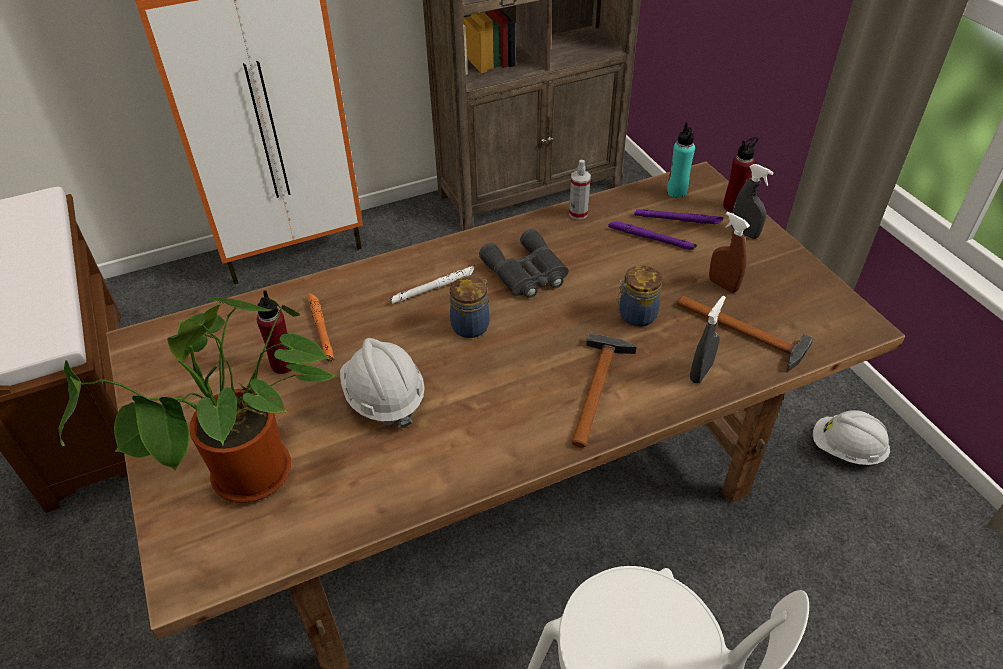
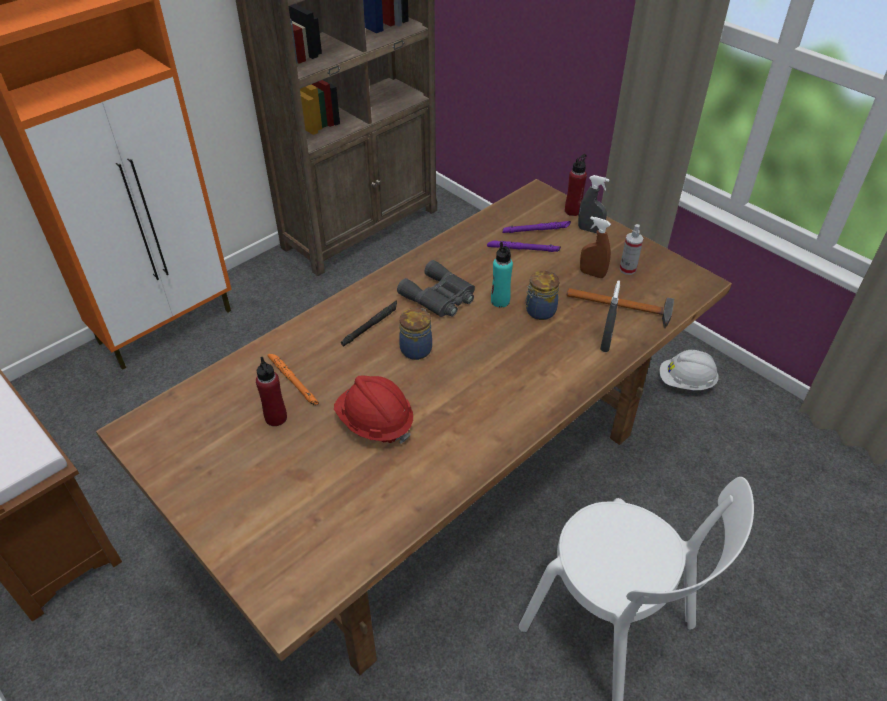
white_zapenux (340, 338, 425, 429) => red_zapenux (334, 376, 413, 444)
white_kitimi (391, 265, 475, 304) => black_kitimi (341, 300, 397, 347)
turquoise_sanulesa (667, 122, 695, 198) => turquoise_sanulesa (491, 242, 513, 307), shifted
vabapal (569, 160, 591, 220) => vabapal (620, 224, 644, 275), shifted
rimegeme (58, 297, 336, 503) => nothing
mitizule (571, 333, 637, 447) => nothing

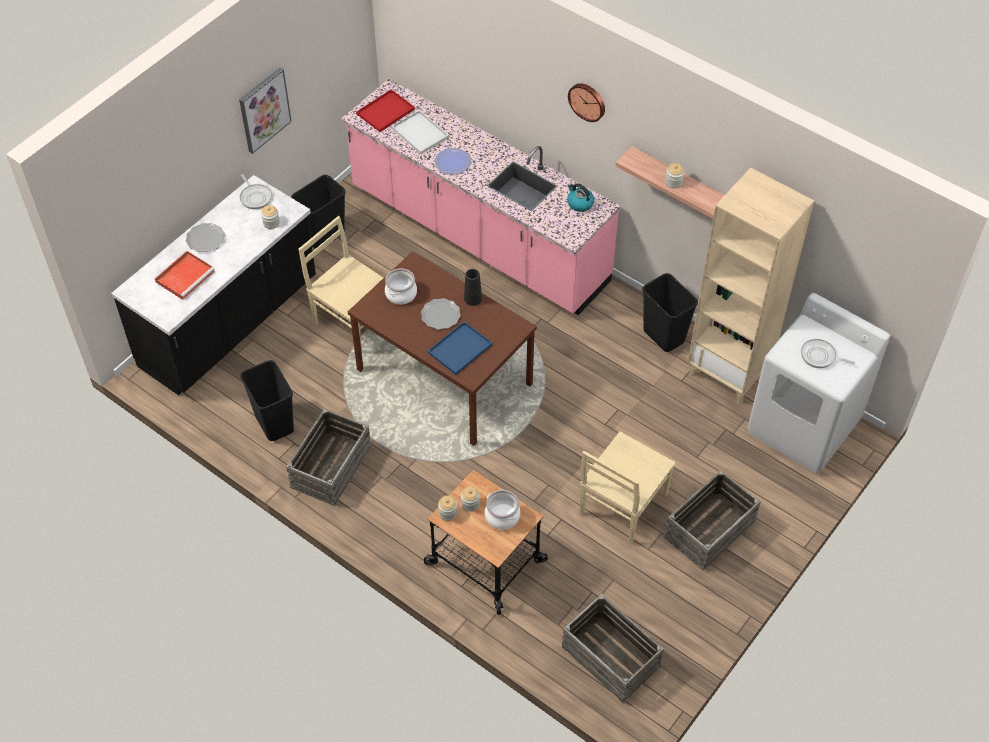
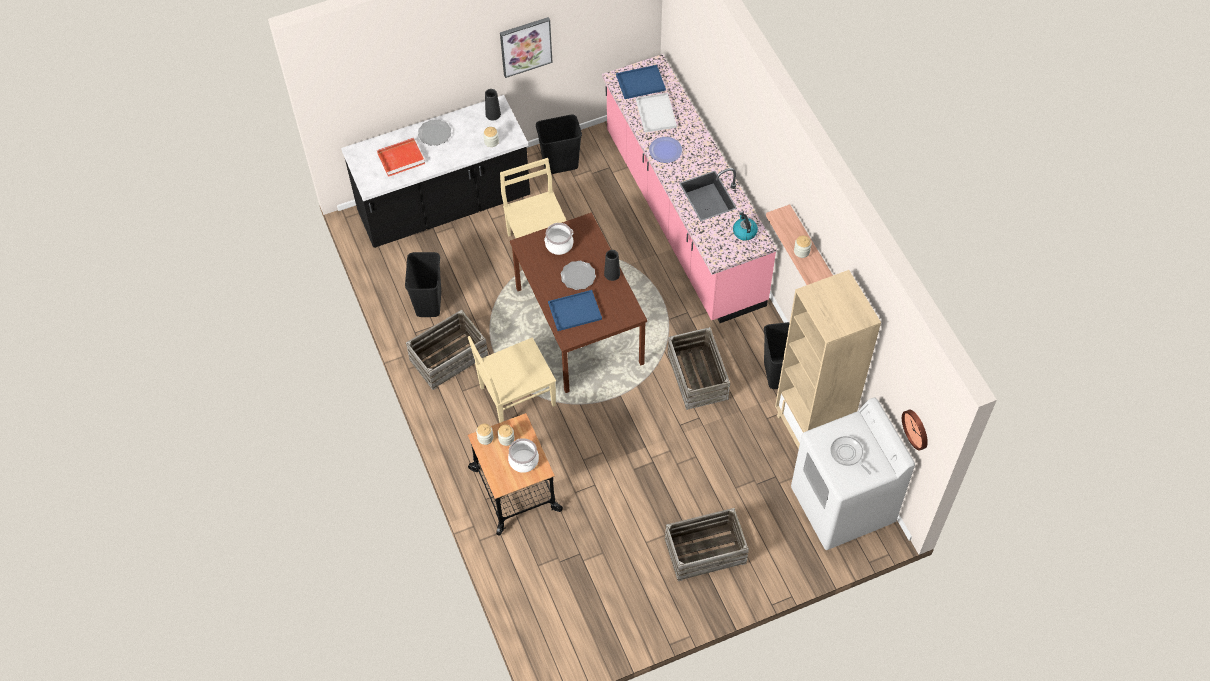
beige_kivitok (579, 431, 676, 544) => beige_kivitok (468, 336, 556, 423), shifted
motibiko (240, 174, 272, 209) => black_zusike (485, 89, 501, 120)
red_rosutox (356, 89, 415, 132) => blue_rosutox (616, 65, 666, 99)
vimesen (562, 594, 664, 703) => vimesen (667, 327, 730, 410), shifted
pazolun (568, 83, 605, 122) => pazolun (902, 410, 928, 451), shifted

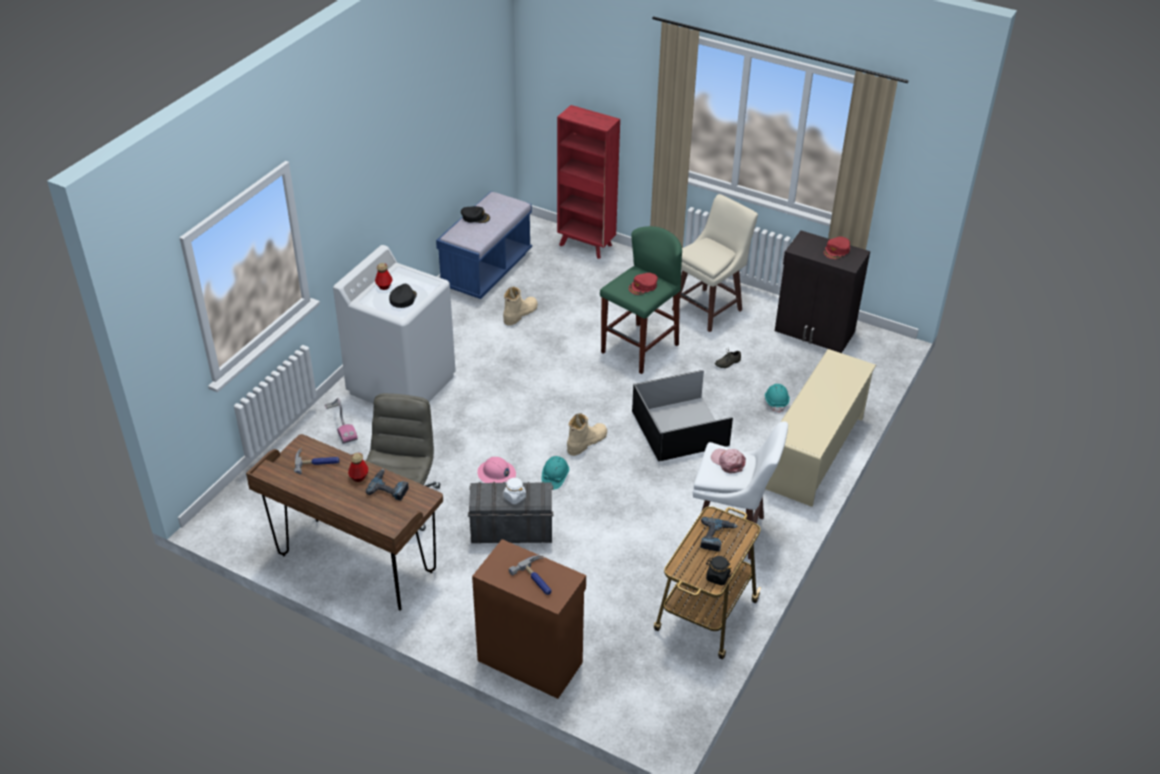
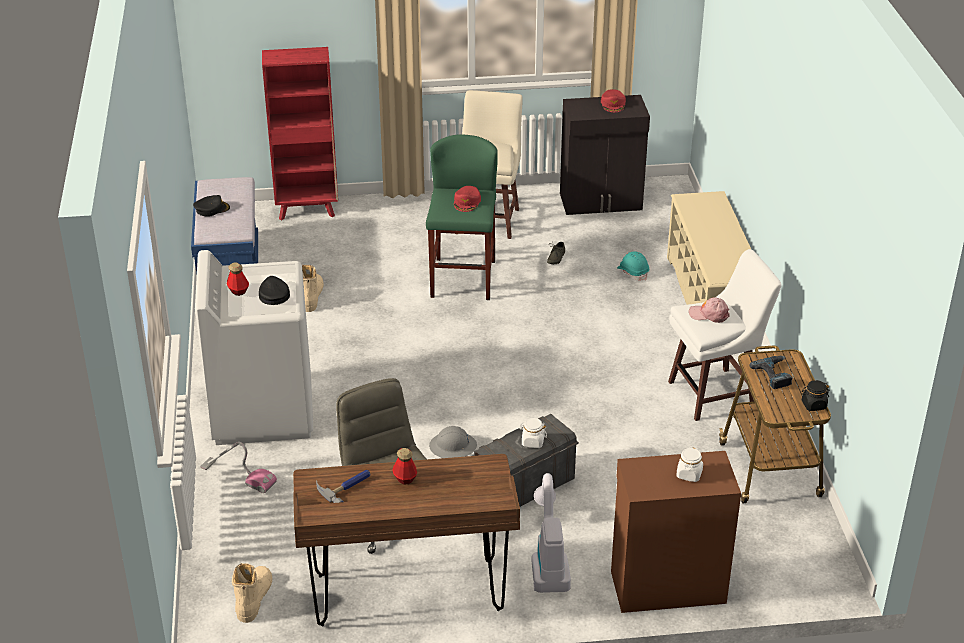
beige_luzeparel (567, 413, 607, 456) => beige_luzeparel (232, 563, 272, 623), shifted
pink_zapenux (477, 457, 516, 483) => grey_zapenux (429, 426, 477, 458)
nothing => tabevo (531, 473, 571, 593)
mitizule (508, 555, 551, 595) => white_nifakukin (676, 447, 703, 482)
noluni (366, 469, 409, 501) => nothing
turquoise_zapenux (542, 456, 569, 489) => nothing
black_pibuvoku (632, 370, 733, 461) => nothing

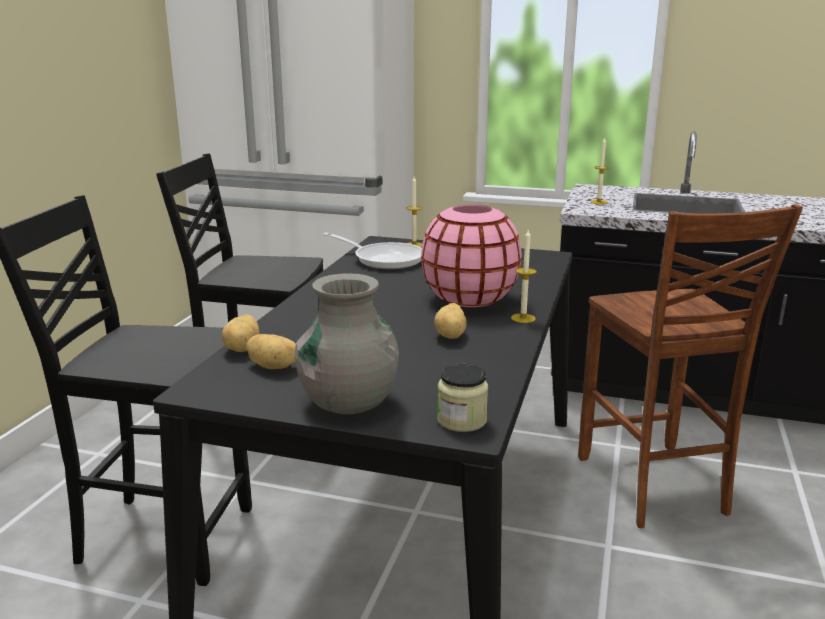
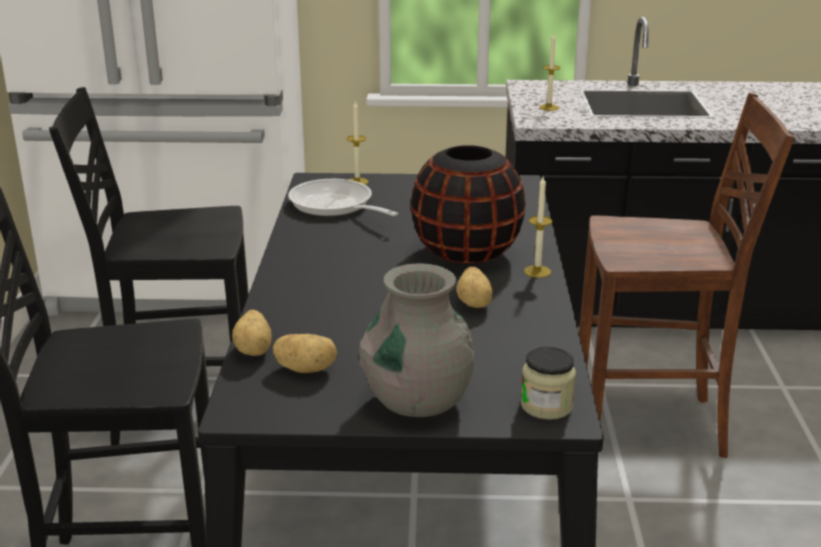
motibiko (323, 233, 422, 269) => motibiko (288, 179, 398, 216), 150 degrees counterclockwise
pink_zusike (421, 204, 522, 307) => black_zusike (411, 145, 526, 264)
brown_kivitok (578, 204, 803, 528) => brown_kivitok (579, 93, 795, 458), 60 degrees counterclockwise

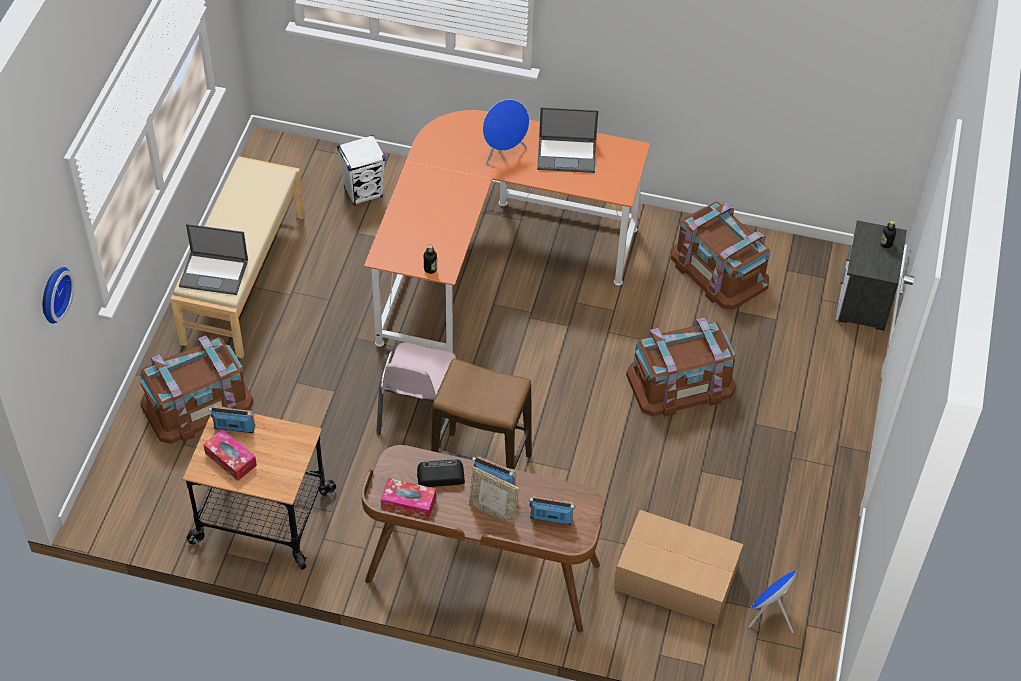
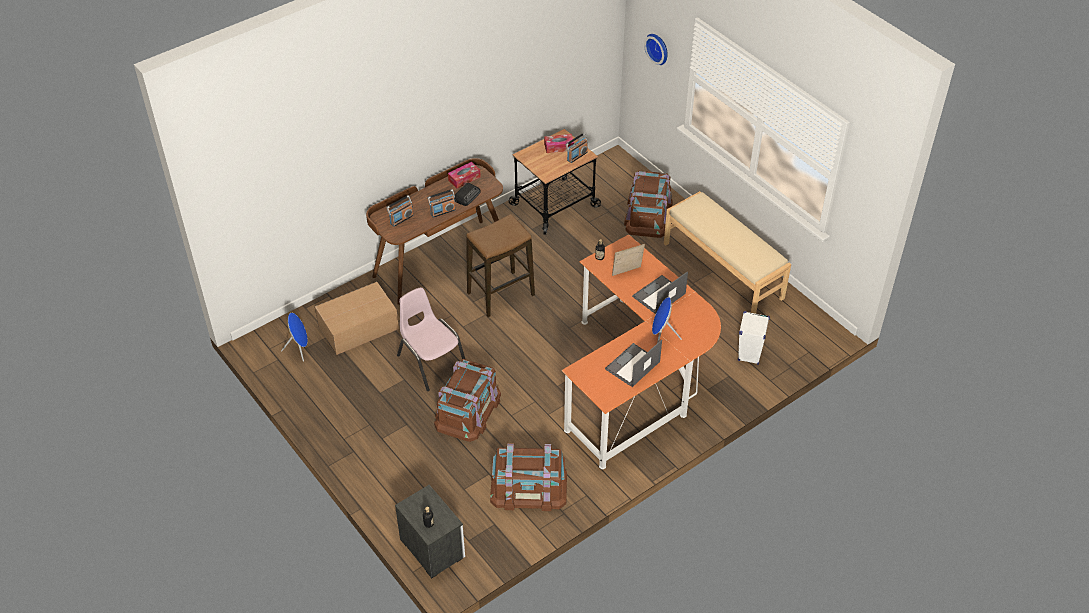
pink_kivitok (376, 342, 456, 448) => pink_kivitok (397, 287, 465, 391), shifted
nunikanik (469, 467, 519, 526) => nunikanik (612, 244, 645, 276), shifted
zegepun (179, 224, 248, 295) => zegepun (632, 271, 688, 314), shifted

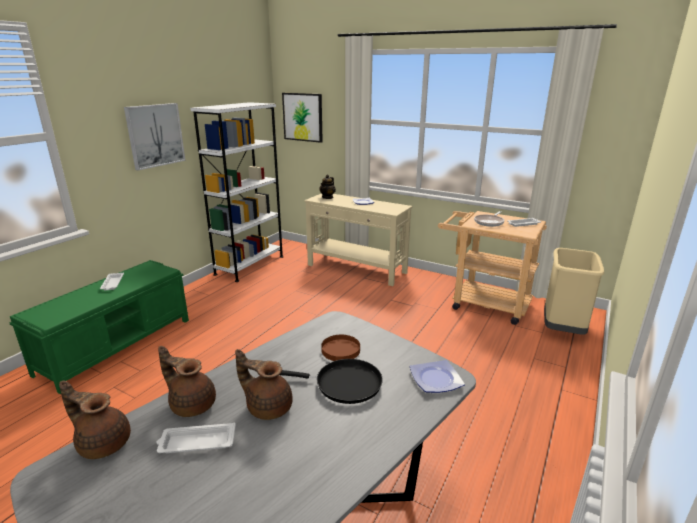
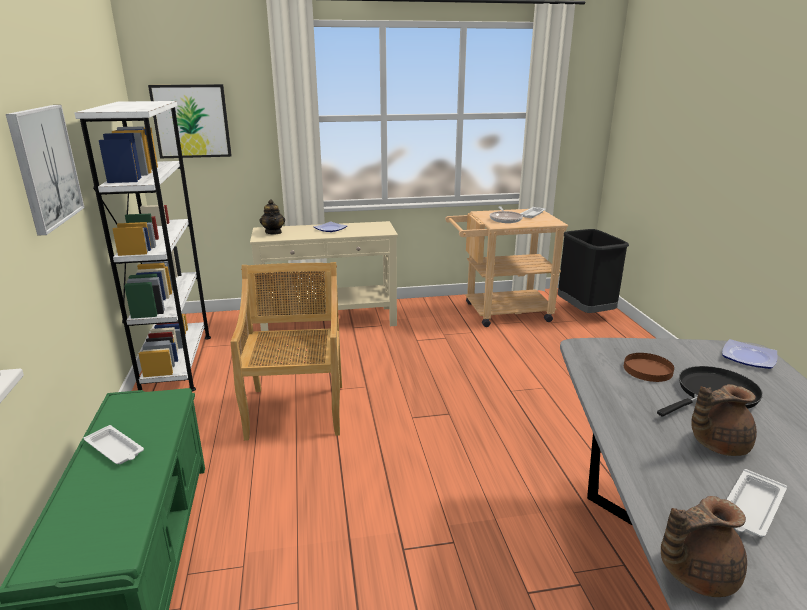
nothing => beige_kivitok (230, 262, 342, 441)
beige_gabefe (544, 248, 604, 334) => black_gabefe (558, 229, 629, 313)
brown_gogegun (158, 346, 216, 417) => nothing

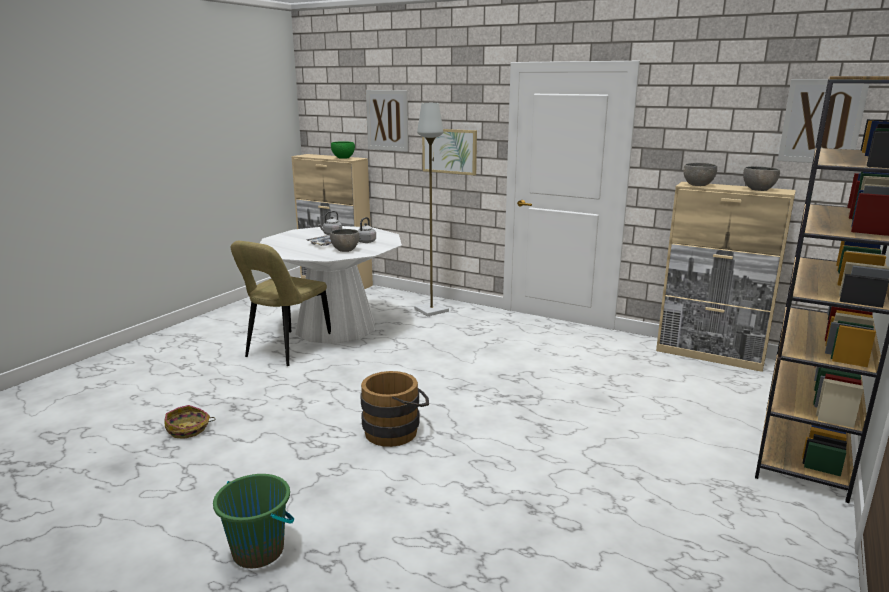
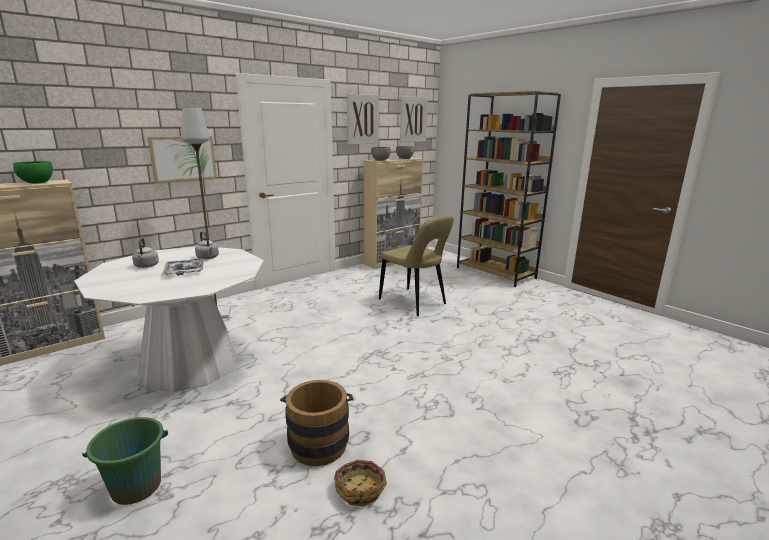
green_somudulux (213, 474, 294, 568) => green_somudulux (82, 417, 168, 505), shifted
brown_somudulux (360, 371, 429, 447) => brown_somudulux (280, 380, 354, 466), shifted
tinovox (366, 90, 409, 152) => tinovox (347, 94, 379, 145), shifted
beige_kivitok (231, 241, 331, 366) => beige_kivitok (379, 215, 454, 316), shifted
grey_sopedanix (330, 229, 360, 252) => nothing

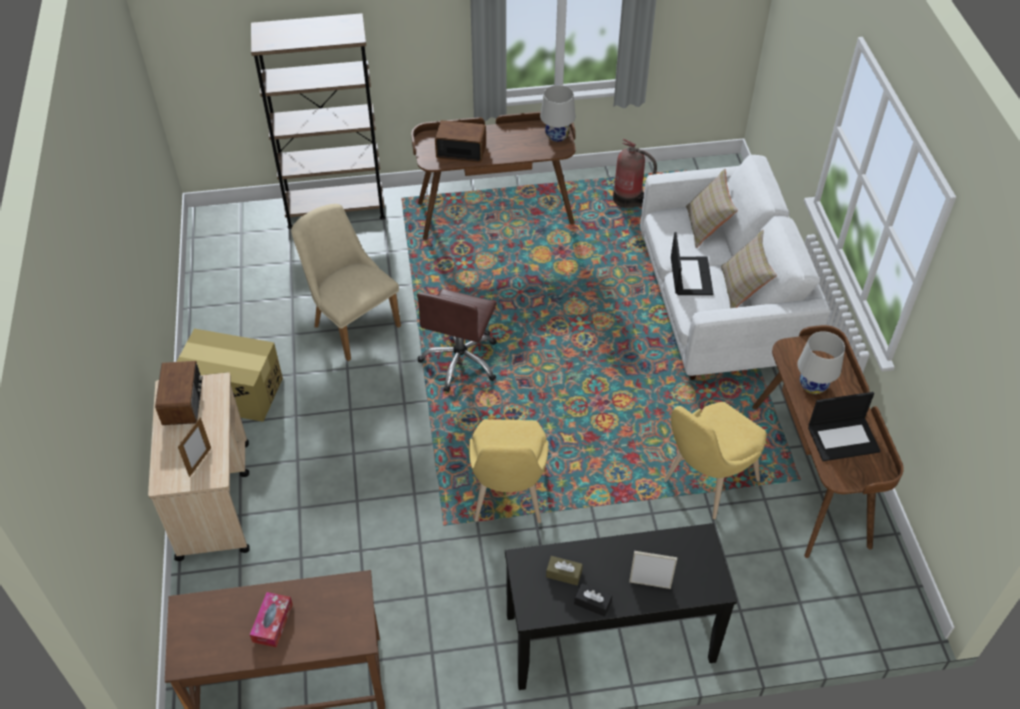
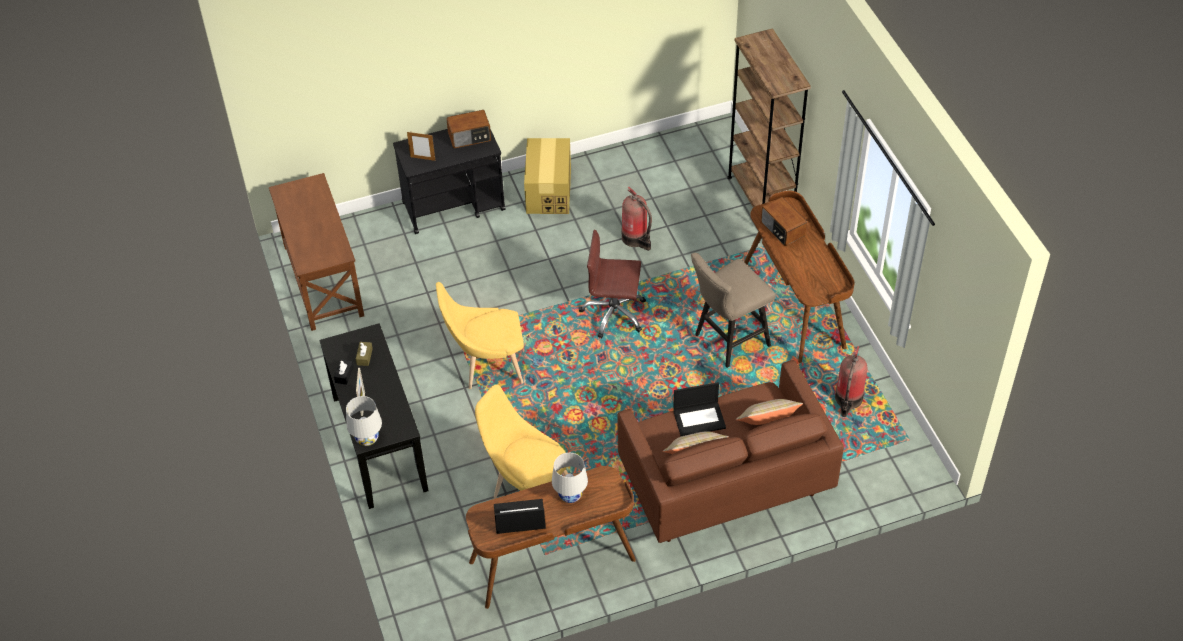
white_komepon (540, 85, 576, 142) => white_komepon (346, 396, 382, 446), shifted
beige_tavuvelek (148, 372, 250, 561) => black_tavuvelek (393, 129, 506, 234)
zegepun (808, 392, 880, 461) => zegepun (494, 499, 546, 534), 105 degrees clockwise
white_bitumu (640, 155, 831, 380) => brown_bitumu (617, 360, 844, 543)
beige_kivitok (291, 204, 401, 361) => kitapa (622, 187, 652, 251)
nothing => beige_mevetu (691, 253, 776, 368)
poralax (435, 120, 486, 163) => poralax (761, 197, 807, 246), 150 degrees clockwise
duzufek (250, 592, 293, 647) => nothing

